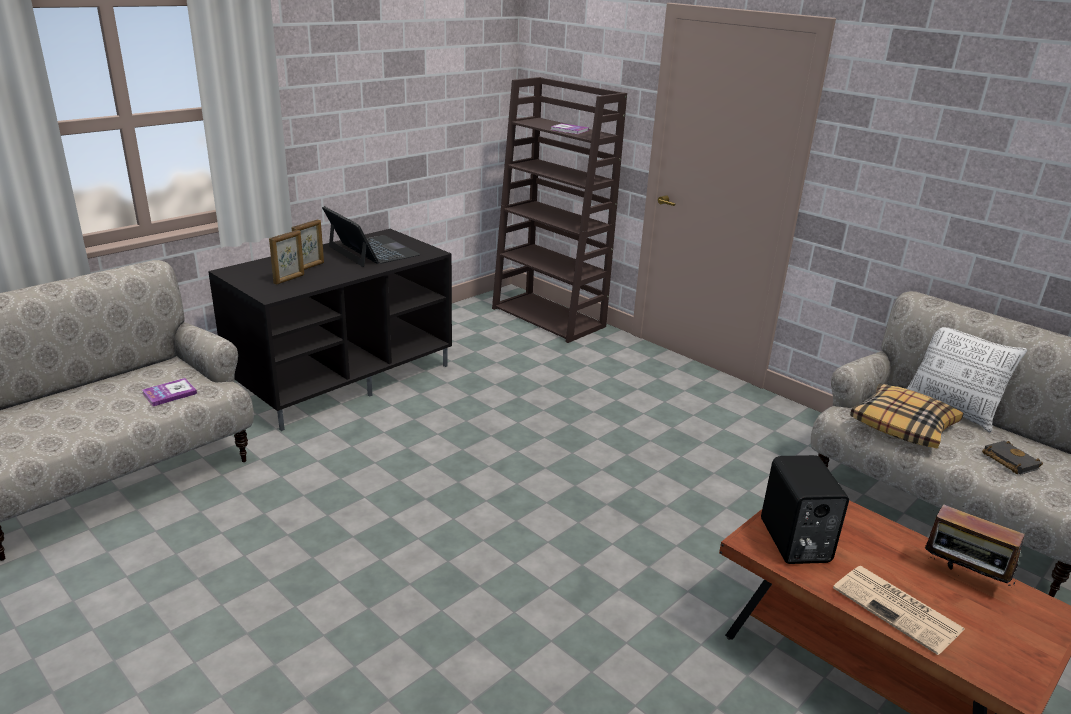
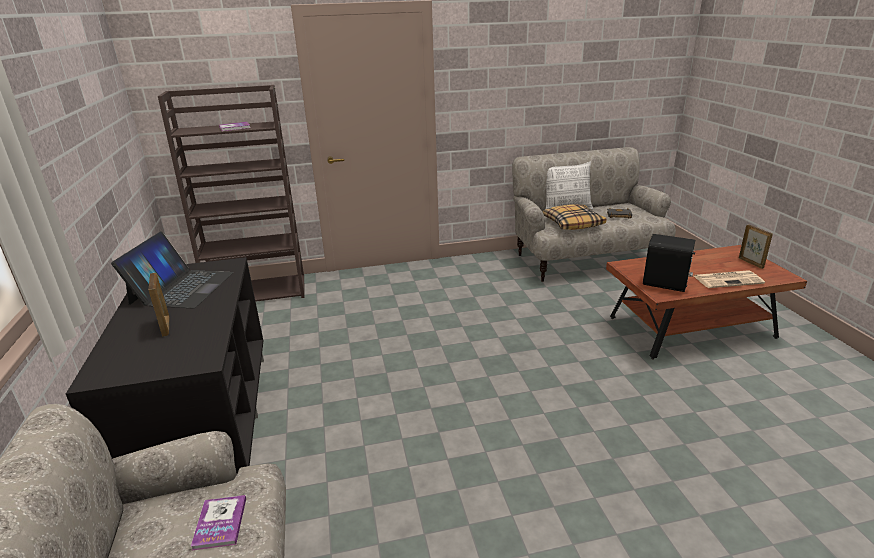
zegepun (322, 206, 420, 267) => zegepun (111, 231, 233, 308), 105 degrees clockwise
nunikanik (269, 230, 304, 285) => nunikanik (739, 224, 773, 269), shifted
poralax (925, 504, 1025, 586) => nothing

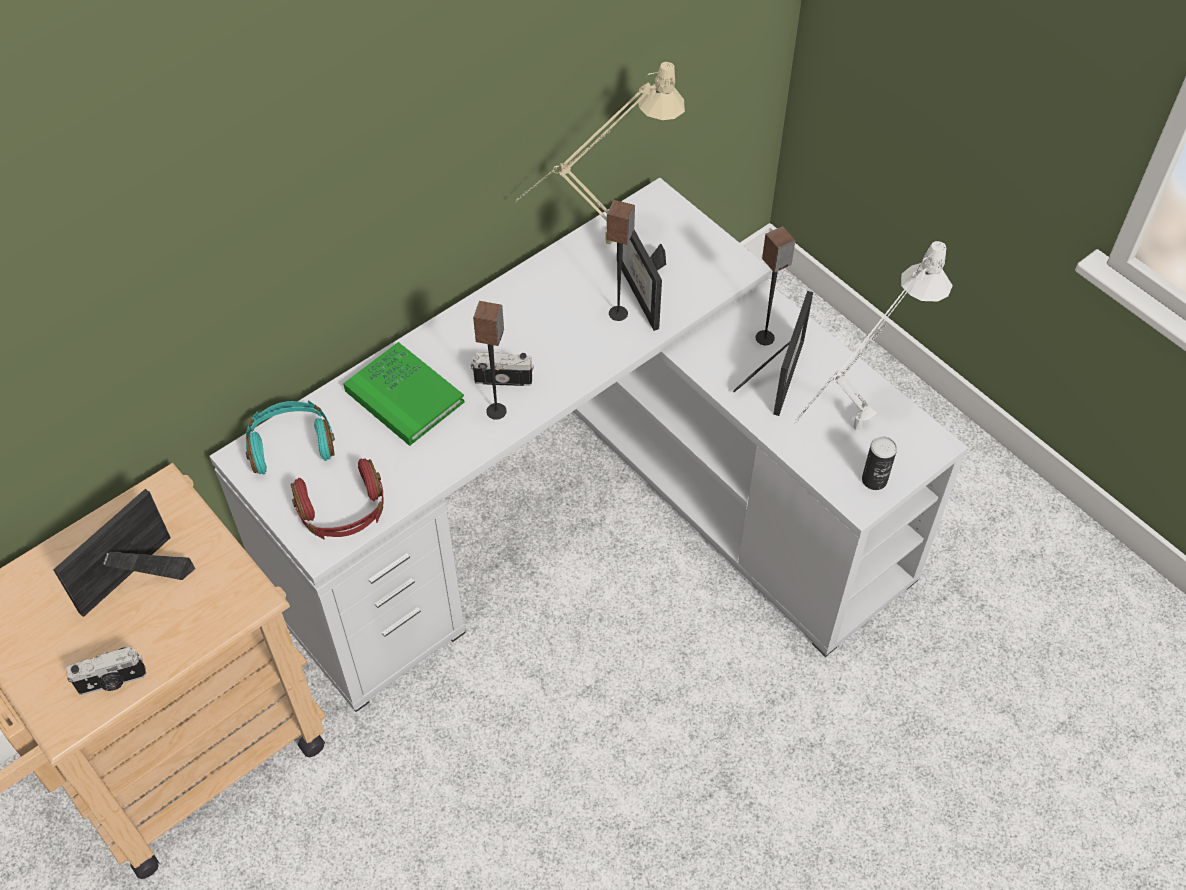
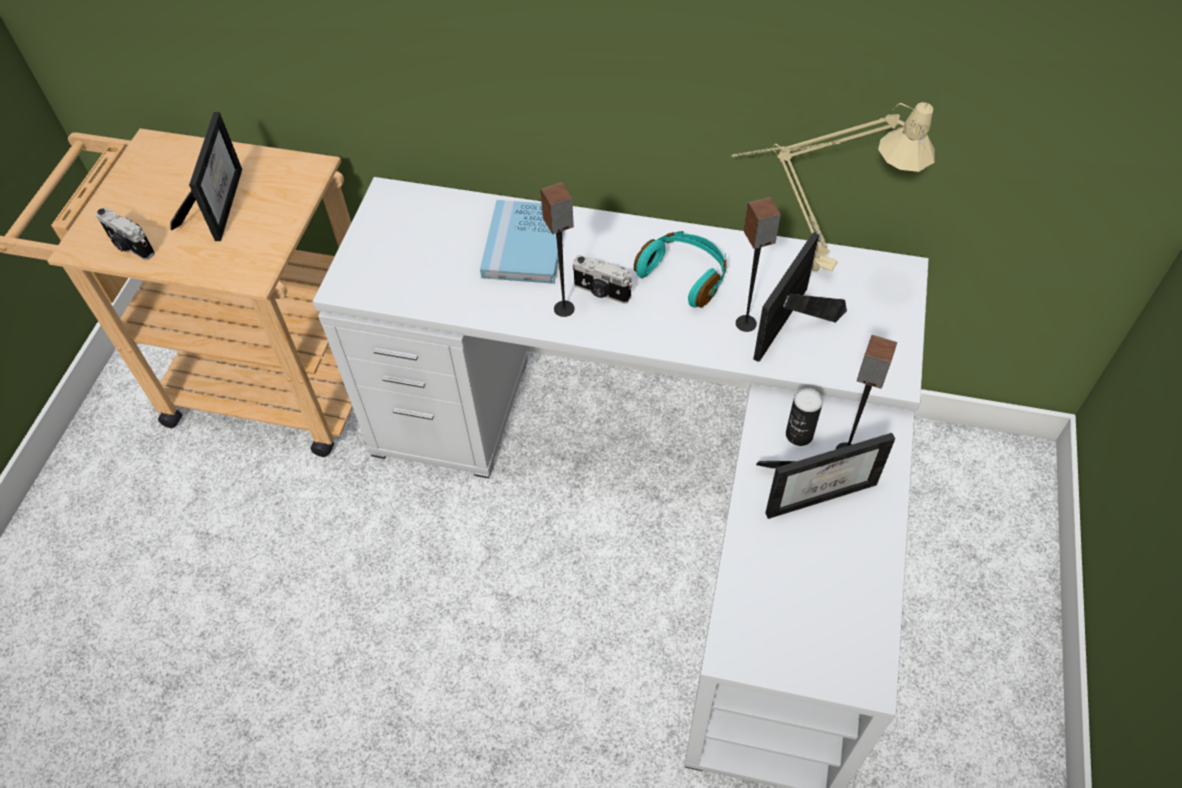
nunikanik (53, 489, 195, 617) => nunikanik (170, 112, 242, 241), 90 degrees clockwise
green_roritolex (343, 342, 464, 446) => blue_roritolex (480, 200, 564, 284)
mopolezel (471, 352, 534, 386) => mopolezel (572, 255, 632, 304), 150 degrees clockwise
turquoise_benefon (246, 400, 335, 474) => turquoise_benefon (634, 231, 727, 308), shifted
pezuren (862, 436, 897, 490) => pezuren (786, 388, 823, 446), shifted
red_benefon (291, 458, 384, 540) => nothing
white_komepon (795, 241, 953, 430) => nothing

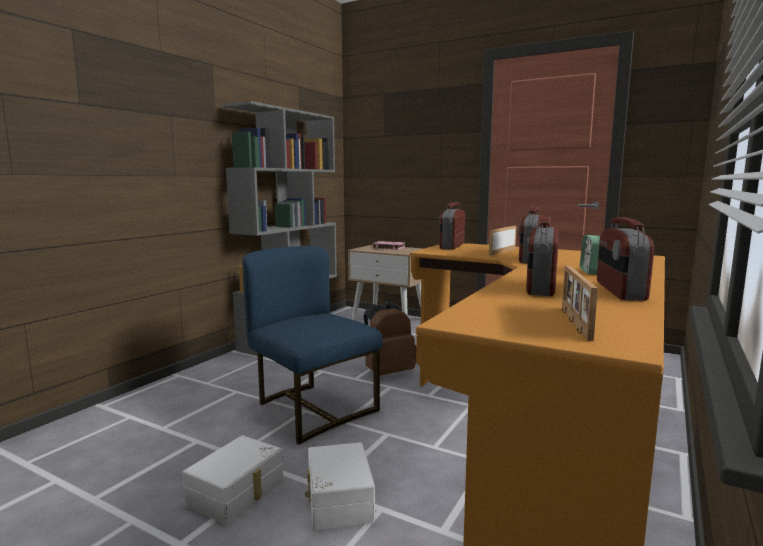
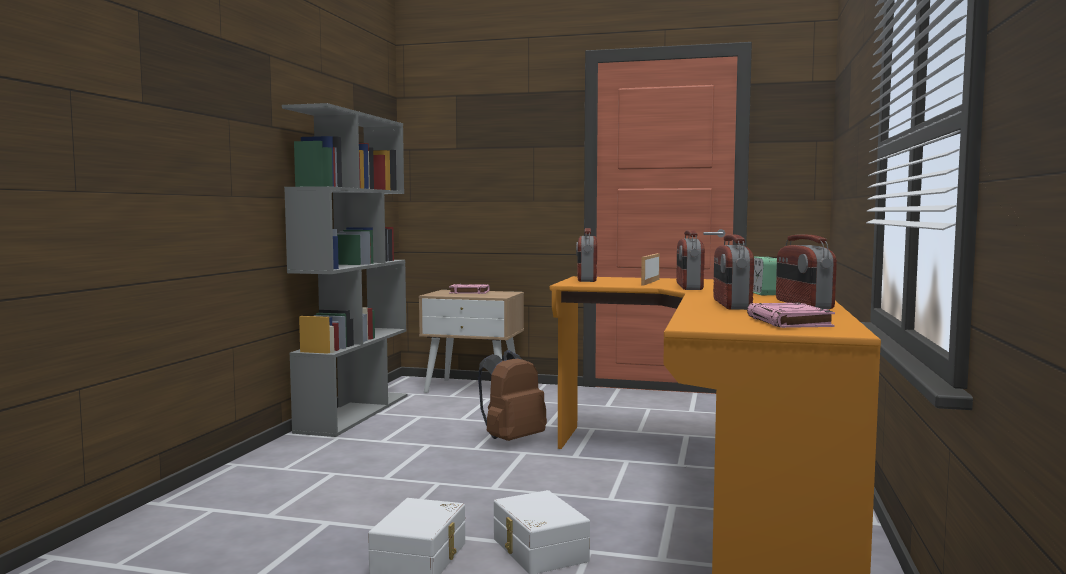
nunikanik (562, 265, 598, 341) => pink_roritolex (747, 303, 835, 328)
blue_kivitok (242, 246, 382, 445) => nothing

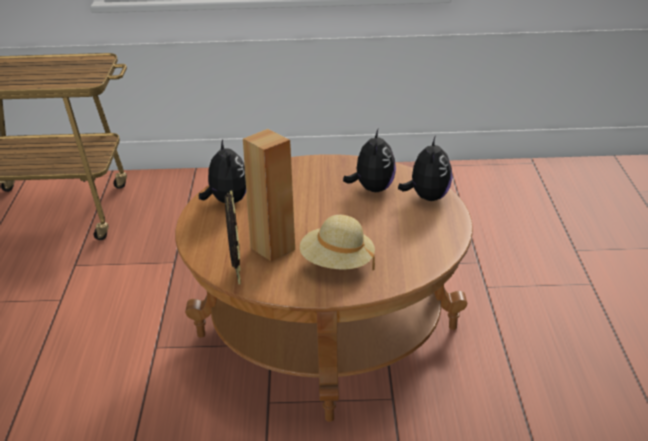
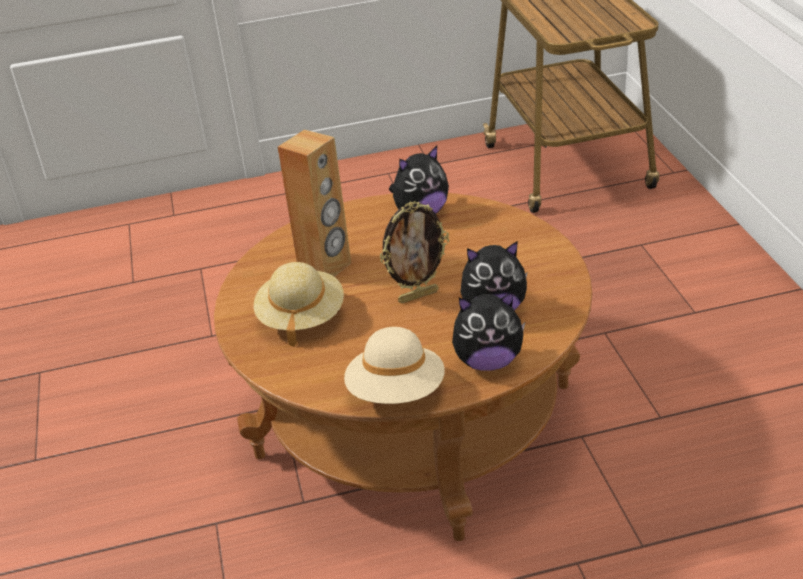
nothing => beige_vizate (344, 327, 445, 404)
nunikanik (225, 191, 241, 284) => nunikanik (379, 201, 449, 303), shifted

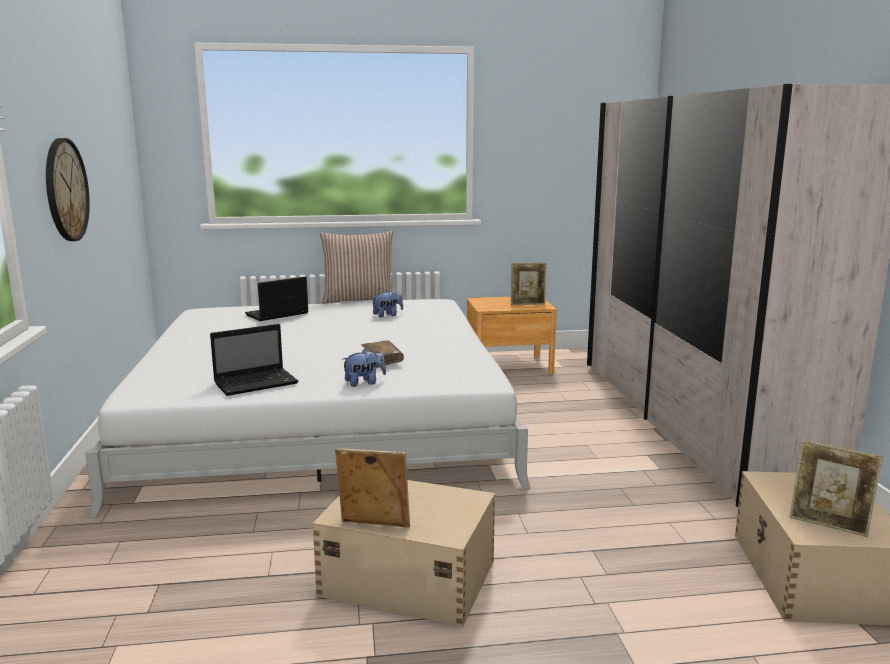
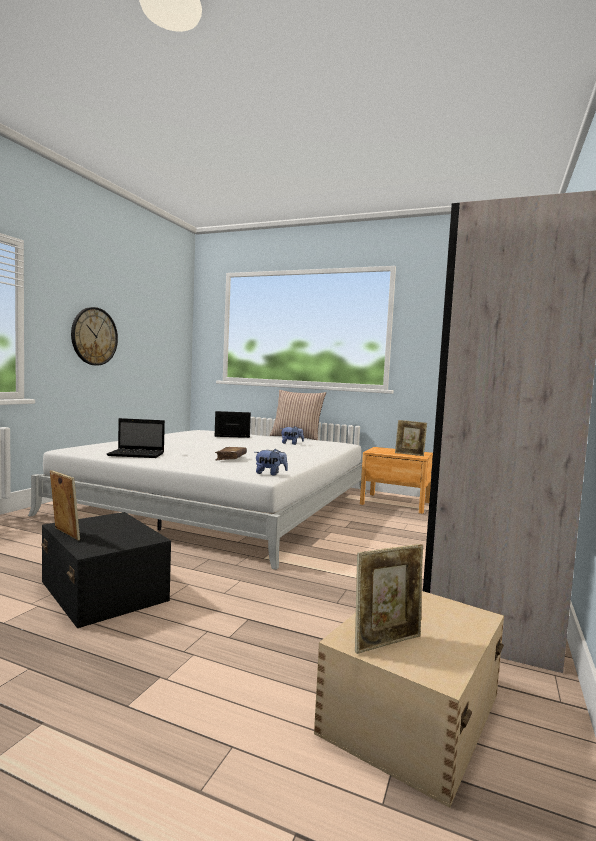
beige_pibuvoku (313, 480, 495, 627) => black_pibuvoku (41, 512, 171, 628)
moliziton (342, 349, 386, 387) => moliziton (255, 448, 288, 475), shifted
nunikanik (789, 439, 883, 537) => nunikanik (355, 544, 423, 654), 90 degrees counterclockwise

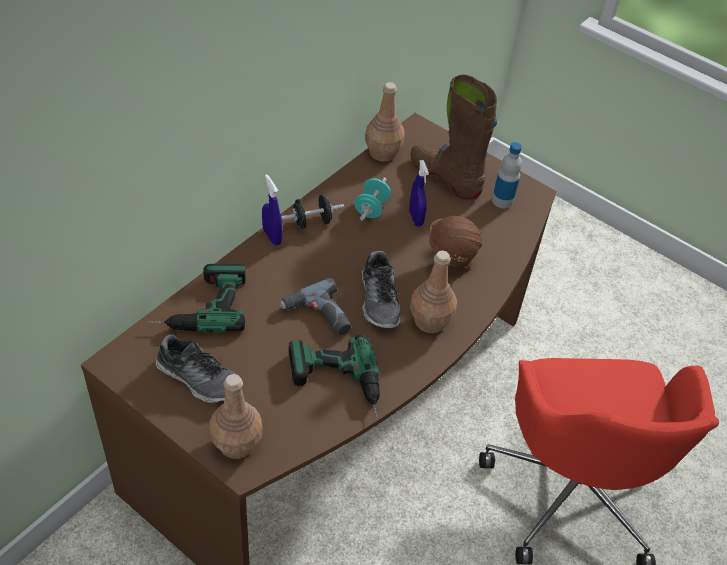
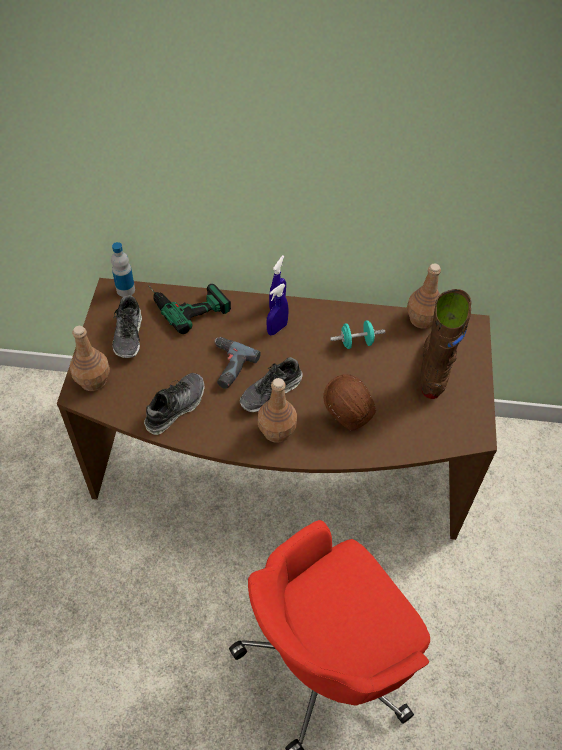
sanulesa (492, 142, 522, 209) => sanulesa (111, 242, 135, 297), shifted
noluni (288, 334, 380, 420) => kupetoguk (144, 373, 205, 435)
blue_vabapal (409, 160, 429, 227) => blue_vabapal (266, 284, 289, 335), shifted
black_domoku (281, 195, 344, 229) => nothing

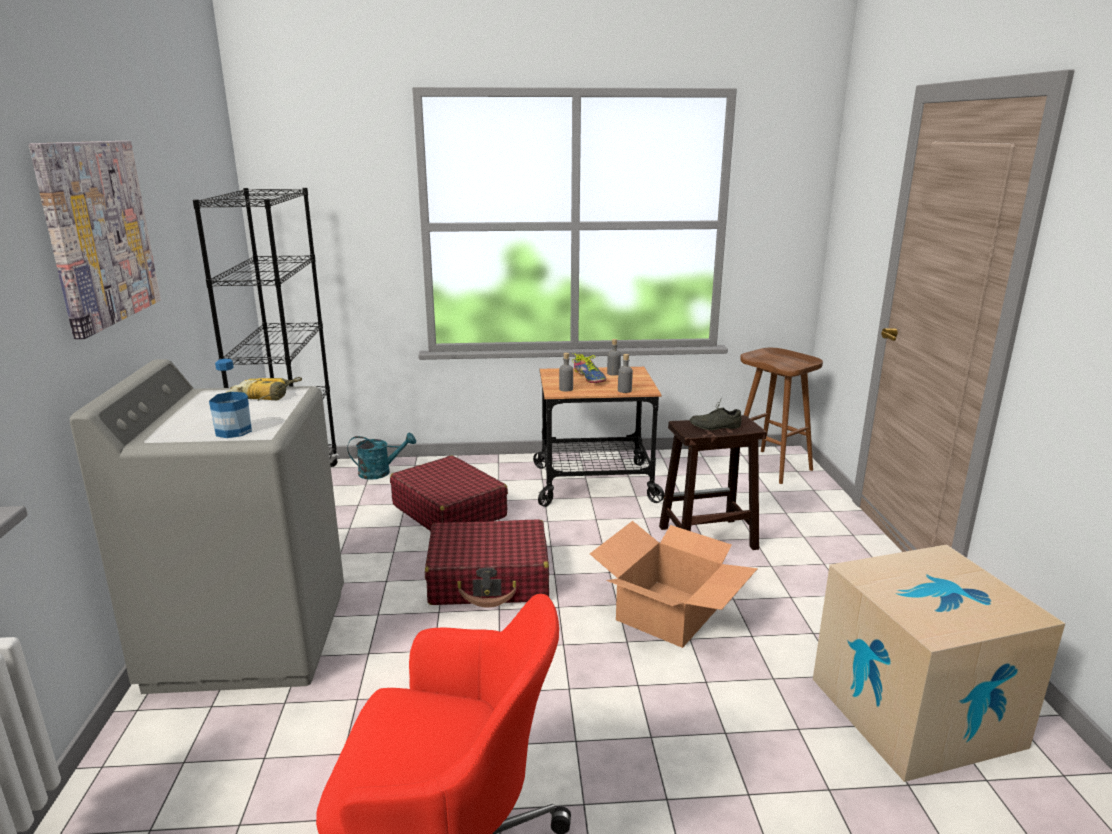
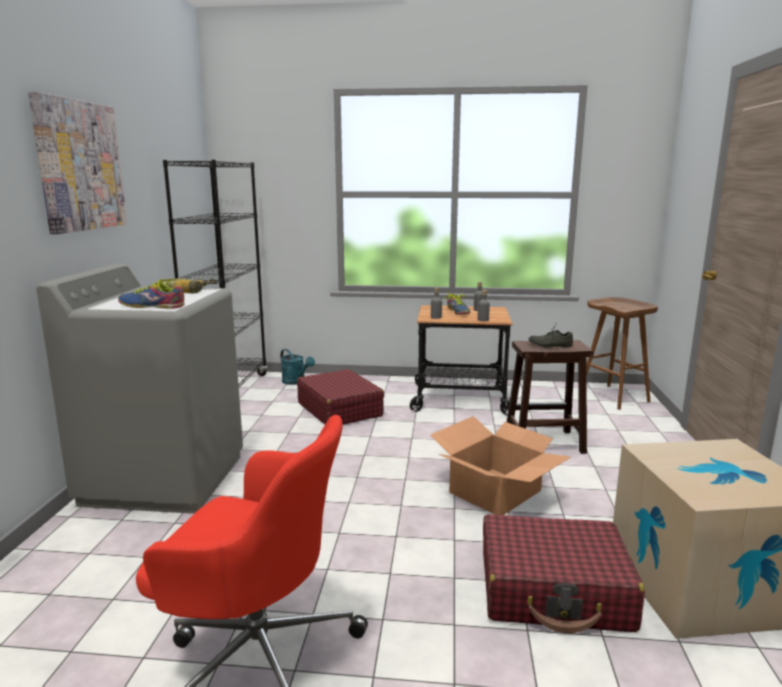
sanulesa (209, 359, 252, 438) => kupetoguk (118, 279, 184, 309)
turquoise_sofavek (347, 432, 416, 480) => turquoise_sofavek (280, 349, 315, 385), 45 degrees clockwise
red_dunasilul (425, 519, 549, 608) => red_dunasilul (483, 514, 645, 633), shifted

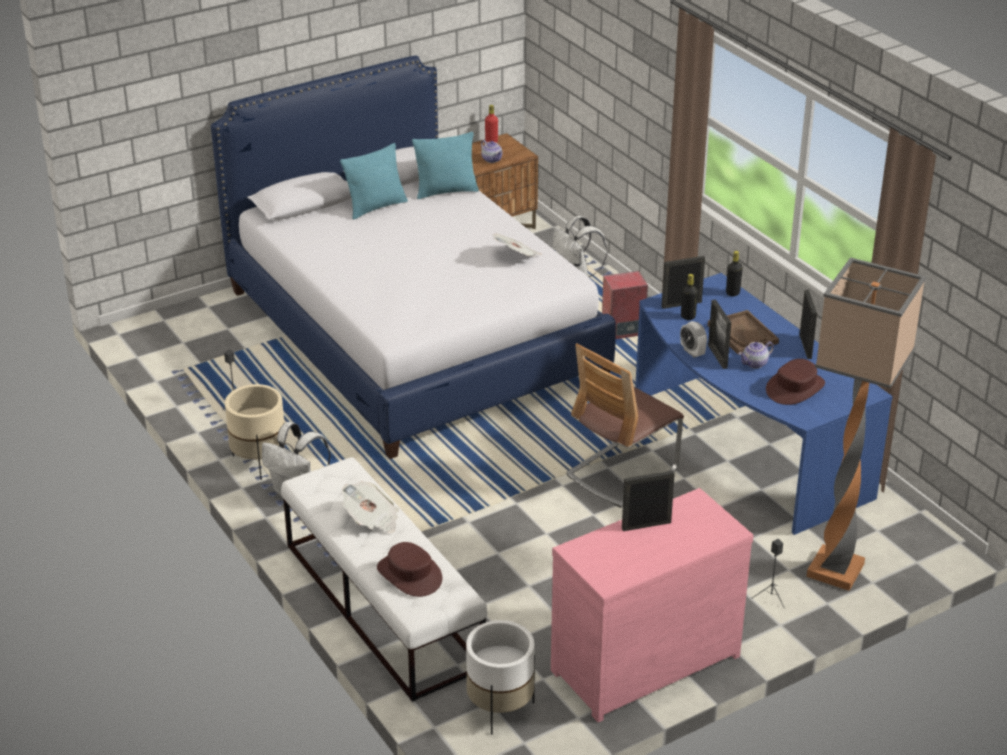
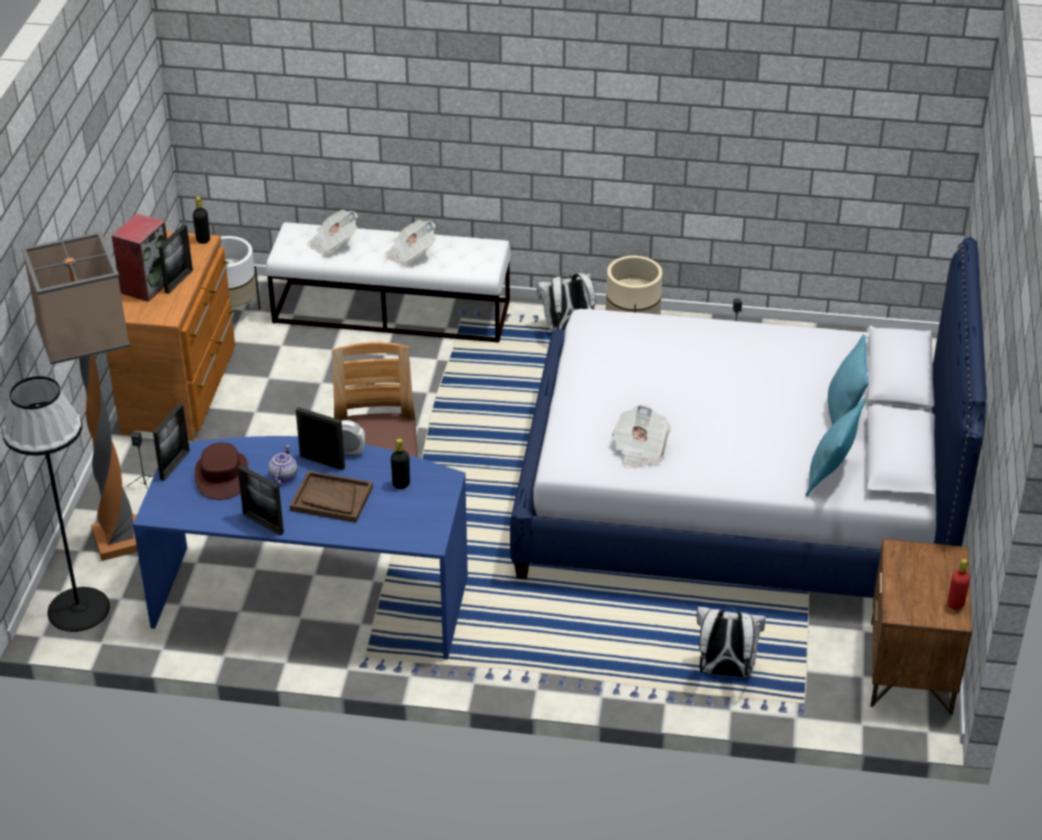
nothing => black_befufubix (2, 376, 110, 632)
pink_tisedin (551, 488, 753, 722) => brown_tisedin (106, 231, 235, 441)
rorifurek (602, 271, 648, 339) => rorifurek (112, 213, 167, 302), shifted
nunikanik (662, 256, 705, 309) => nunikanik (153, 403, 190, 481), shifted
black_sanulesa (726, 251, 743, 296) => black_sanulesa (193, 197, 210, 244), shifted
brown_vizate (377, 542, 442, 597) => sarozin (307, 210, 358, 255)
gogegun (481, 140, 503, 163) => nothing

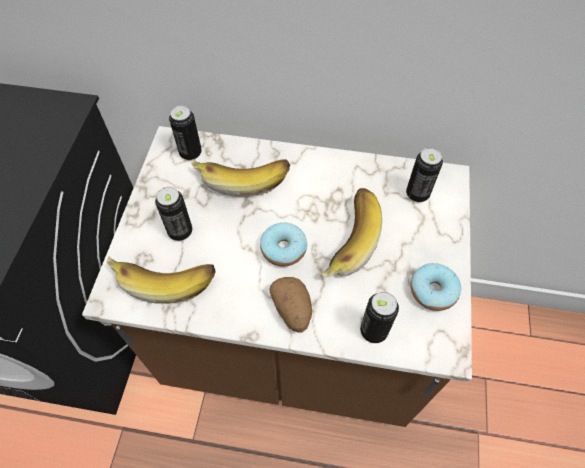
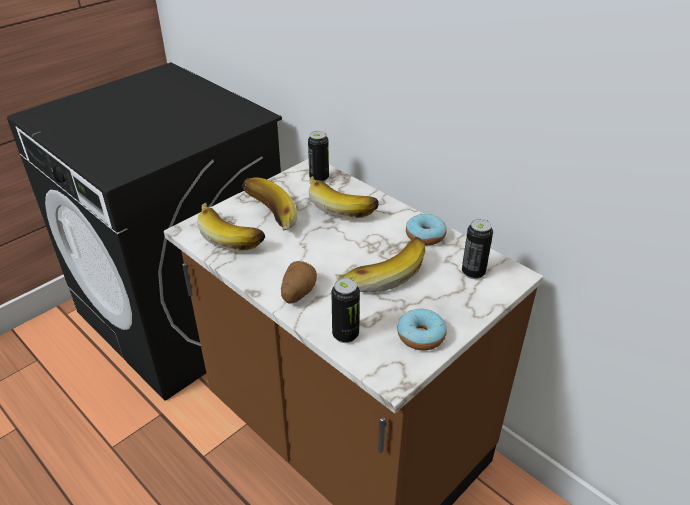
pezuren (155, 187, 192, 241) => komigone (243, 177, 297, 230)
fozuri (260, 222, 307, 266) => fozuri (406, 213, 446, 245), shifted

